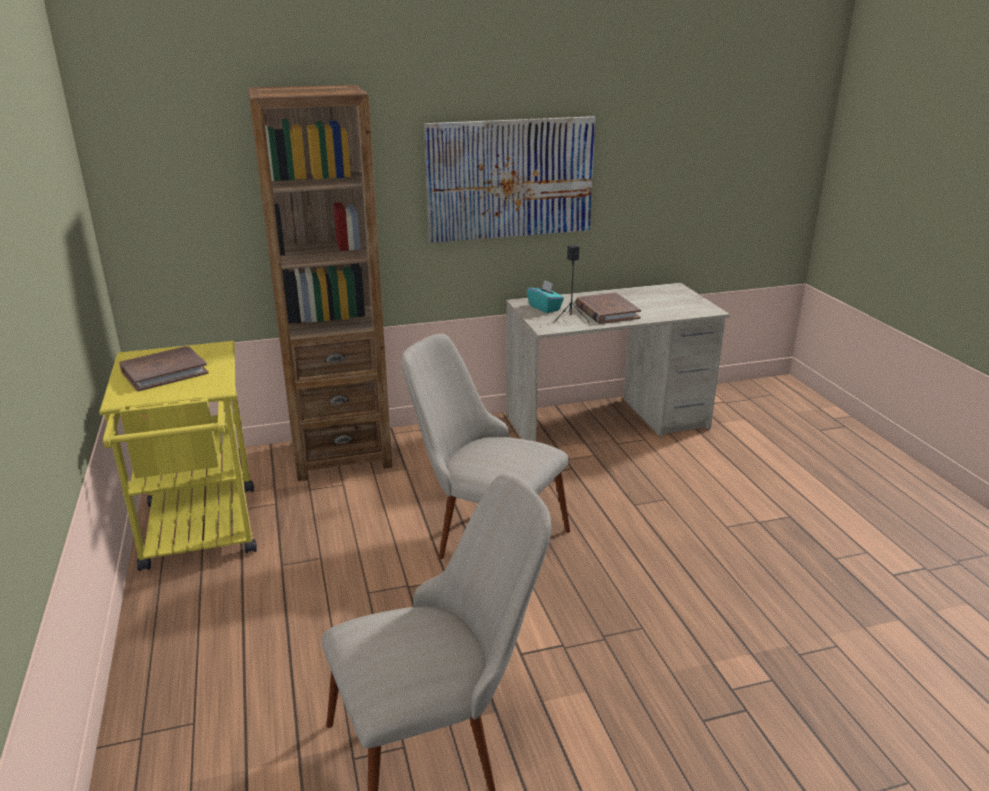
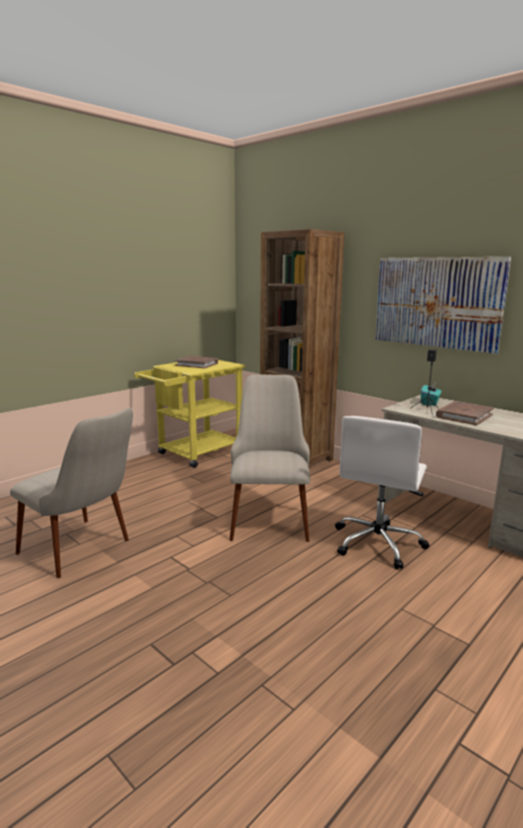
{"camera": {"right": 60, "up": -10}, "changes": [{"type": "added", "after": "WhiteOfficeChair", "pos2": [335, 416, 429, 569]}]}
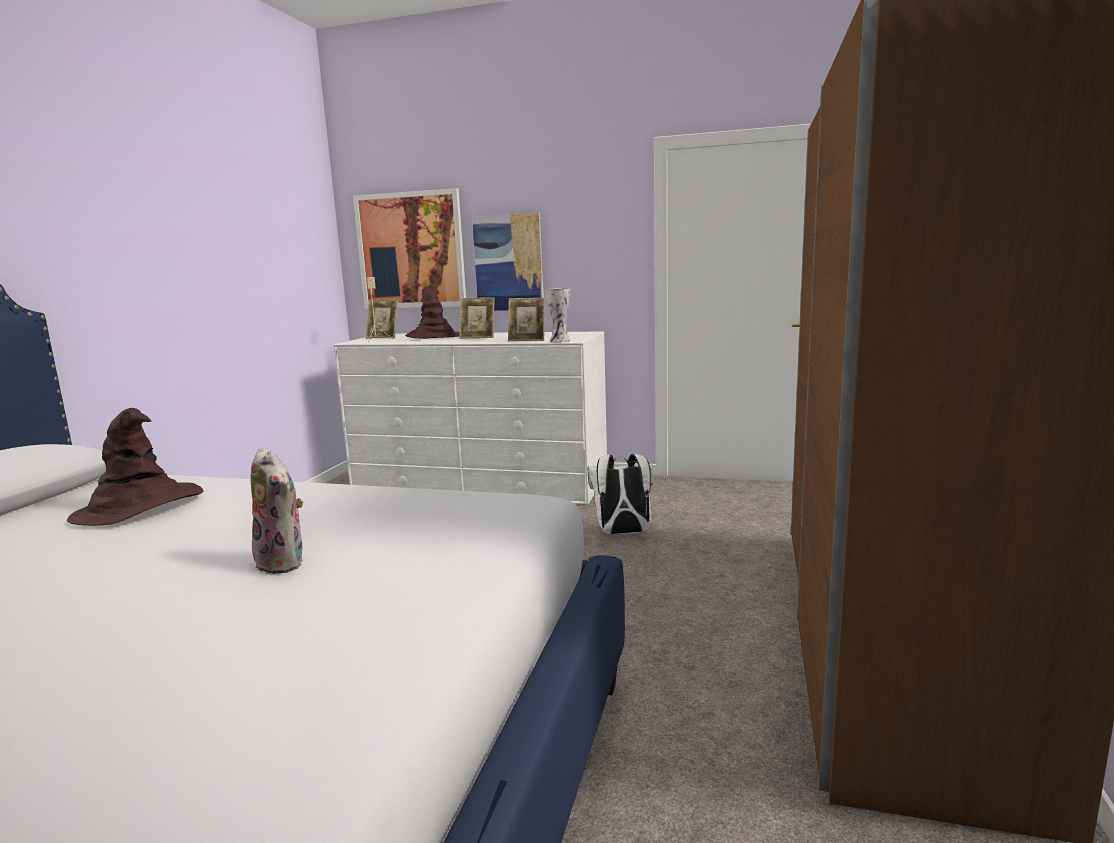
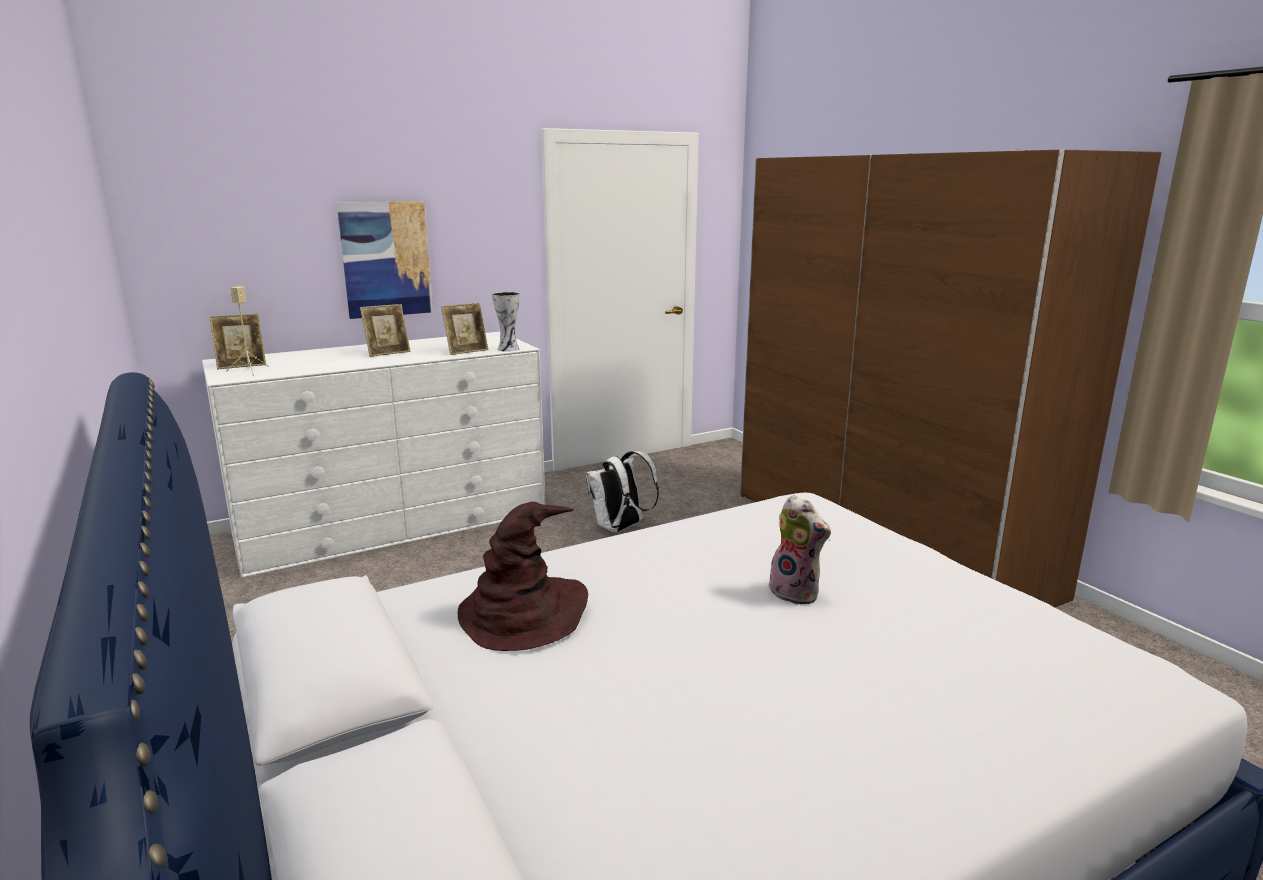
{"camera": {"right": -45, "up": 5}, "changes": [{"type": "turned", "before": "PlushToy", "pos1": [250, 447, 304, 575], "pos2": [769, 495, 831, 605], "turn": 45}, {"type": "removed", "before": "Picture", "pos1": [353, 188, 466, 309]}, {"type": "removed", "before": "BrownHat", "pos1": [405, 286, 460, 339]}]}
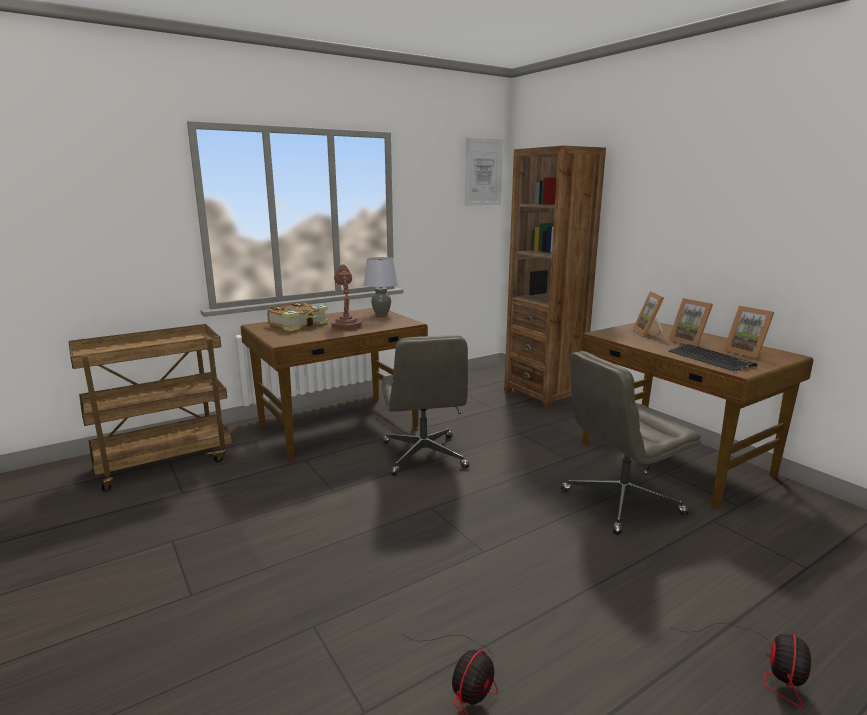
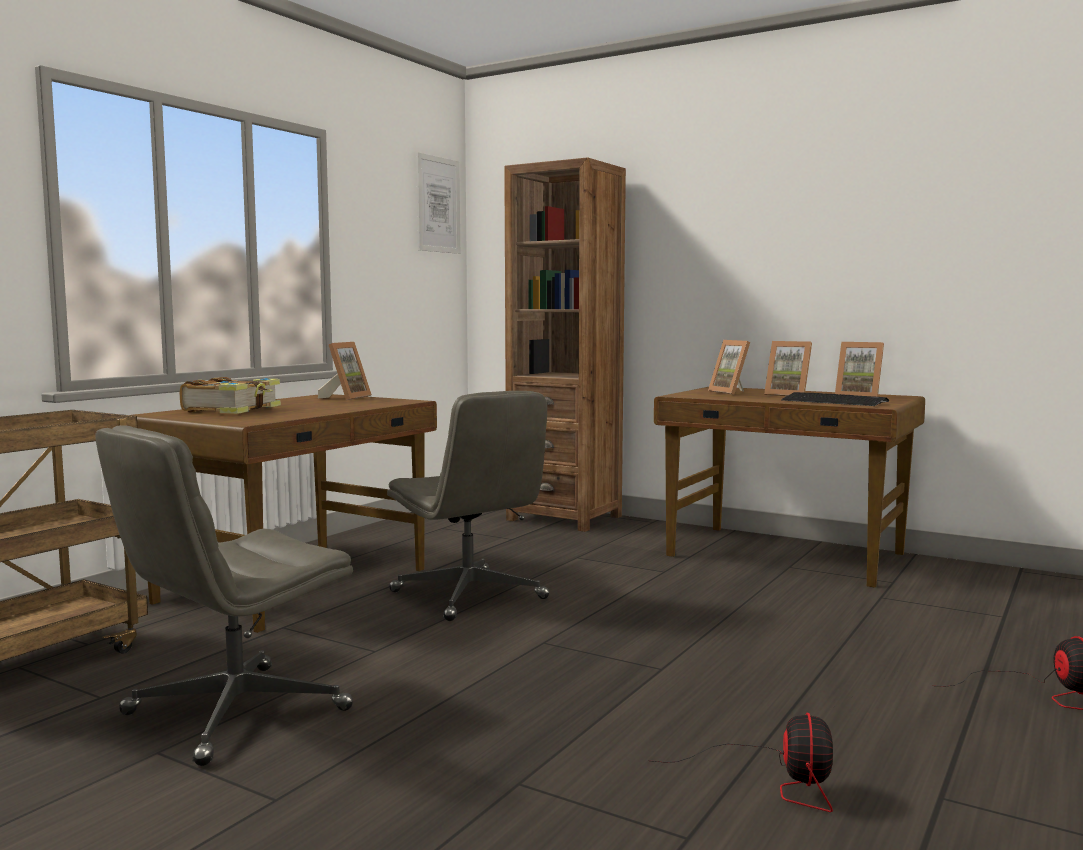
{"camera": {"right": -25, "up": -10}, "changes": [{"type": "removed", "before": "BrownTableLamp", "pos1": [330, 264, 363, 331]}, {"type": "replaced", "before": "GreyTableLamp", "after": "PictureFrame", "pos1": [364, 257, 398, 316], "pos2": [318, 342, 372, 400]}, {"type": "moved", "before": "GreyOfficeChair", "pos1": [561, 351, 701, 535], "pos2": [96, 425, 353, 766]}]}
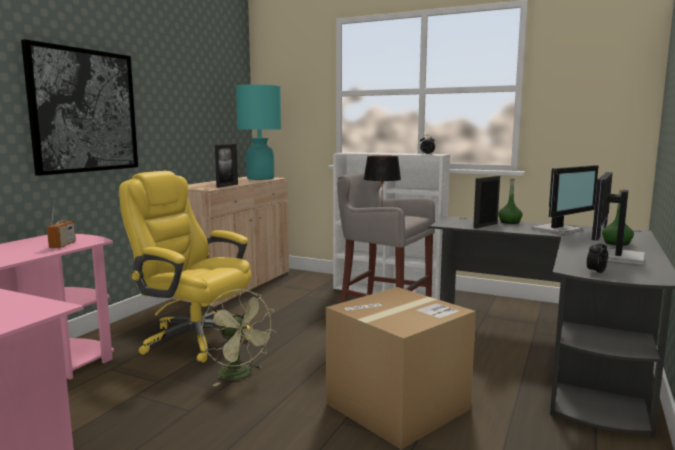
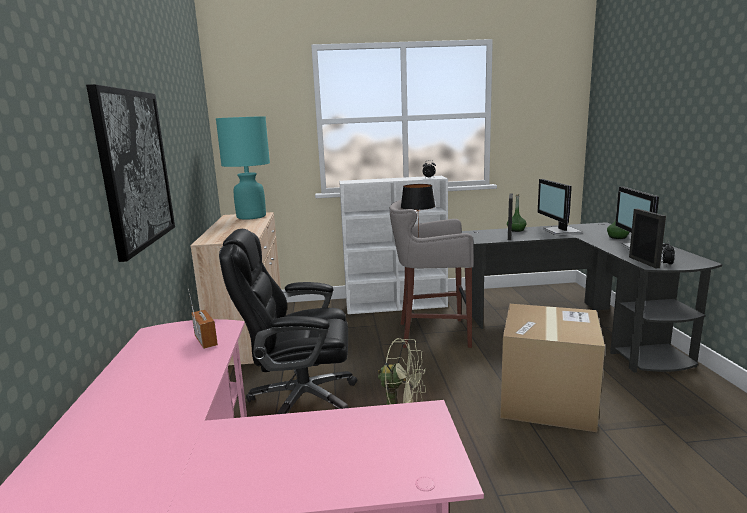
{"camera": {"right": -30, "up": 5}, "changes": [{"type": "recoloured", "before": "YellowOfficeChair", "after": "BlackOfficeChair", "pos1": [119, 171, 251, 363], "pos2": [219, 229, 357, 414]}, {"type": "moved", "before": "PictureFrame", "pos1": [215, 144, 238, 188], "pos2": [629, 209, 666, 268]}, {"type": "turned", "before": "Monitor", "pos1": [531, 165, 599, 235], "pos2": [537, 179, 583, 235], "turn": 150}]}
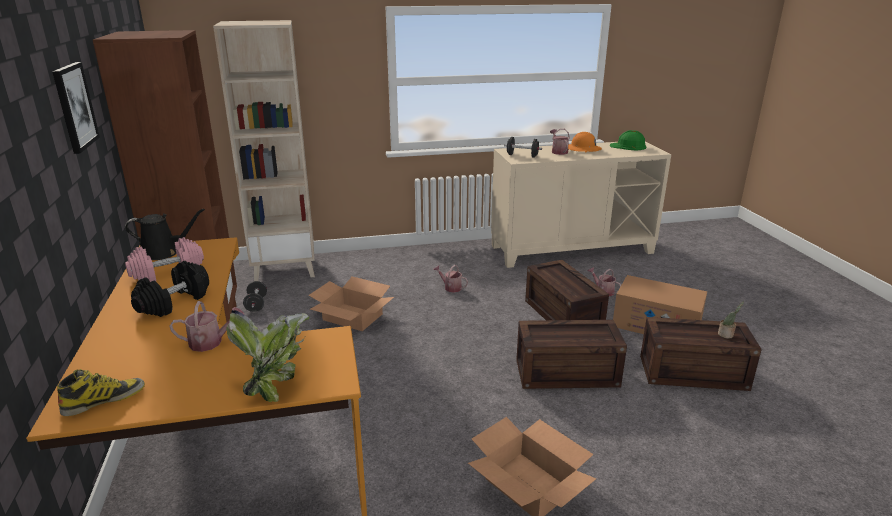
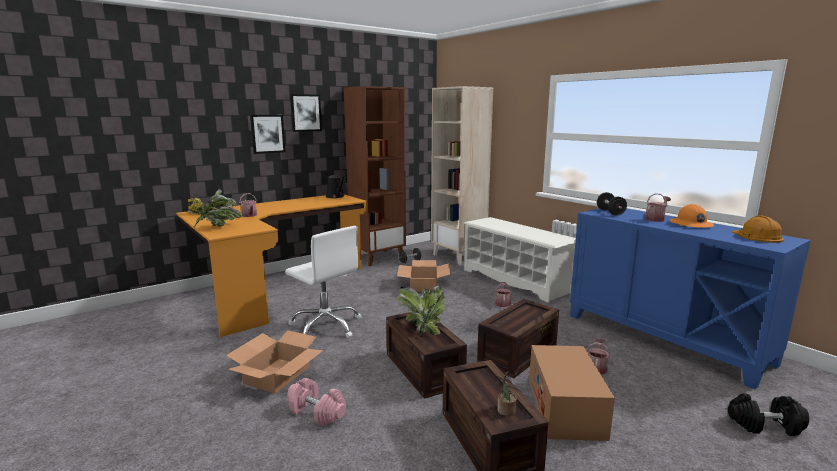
{"camera": {"right": 65, "up": -10}, "changes": [{"type": "moved", "before": "PinkDumbbell", "pos1": [125, 237, 204, 282], "pos2": [287, 378, 346, 426]}, {"type": "moved", "before": "BlackDumbbell", "pos1": [131, 261, 209, 317], "pos2": [728, 394, 809, 436]}, {"type": "recoloured", "before": "BeigeCabinet", "after": "BlueCabinet", "pos1": [491, 142, 671, 268], "pos2": [570, 208, 811, 390]}, {"type": "recoloured", "before": "GreenHardHat", "after": "OrangeHardHat", "pos1": [610, 130, 647, 150], "pos2": [732, 216, 784, 243]}, {"type": "added", "after": "Picture", "pos2": [250, 115, 286, 154]}, {"type": "added", "after": "WhiteOfficeChair", "pos2": [285, 226, 361, 338]}, {"type": "added", "after": "PottedPlant", "pos2": [397, 285, 445, 335]}, {"type": "added", "after": "WhiteShoeRack", "pos2": [464, 217, 576, 303]}]}
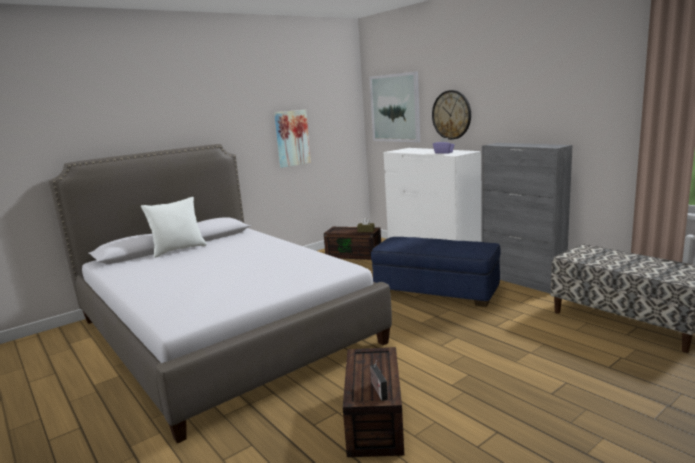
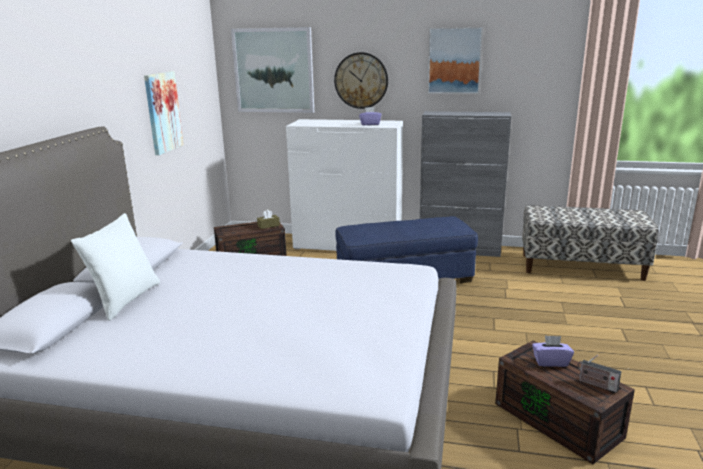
{"camera": {"right": -40, "up": 5}, "changes": [{"type": "added", "after": "Picture", "pos2": [428, 27, 483, 94]}, {"type": "added", "after": "PurpleTissueBox", "pos2": [532, 335, 574, 367]}]}
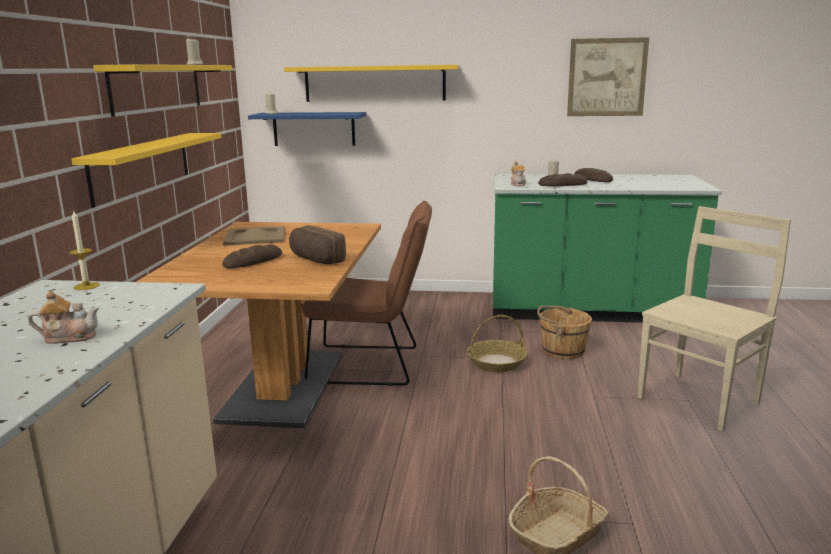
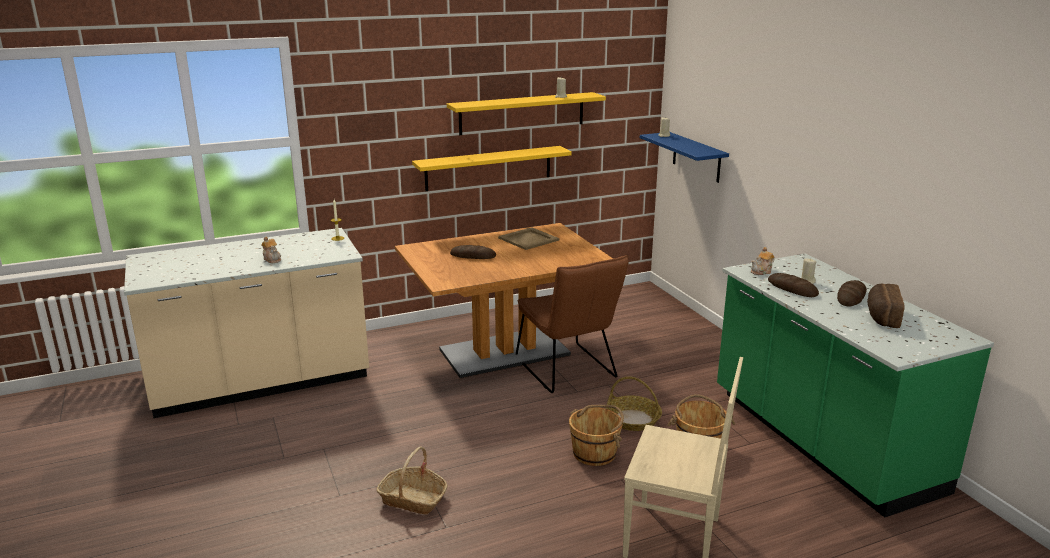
{"camera": {"right": 60, "up": 5}, "changes": [{"type": "removed", "before": "YellowShelf", "pos1": [284, 65, 459, 102]}, {"type": "moved", "before": "Bread", "pos1": [289, 225, 346, 264], "pos2": [867, 283, 905, 328]}, {"type": "removed", "before": "Picture", "pos1": [567, 37, 649, 116]}, {"type": "added", "after": "BrownBucket", "pos2": [569, 405, 624, 466]}]}
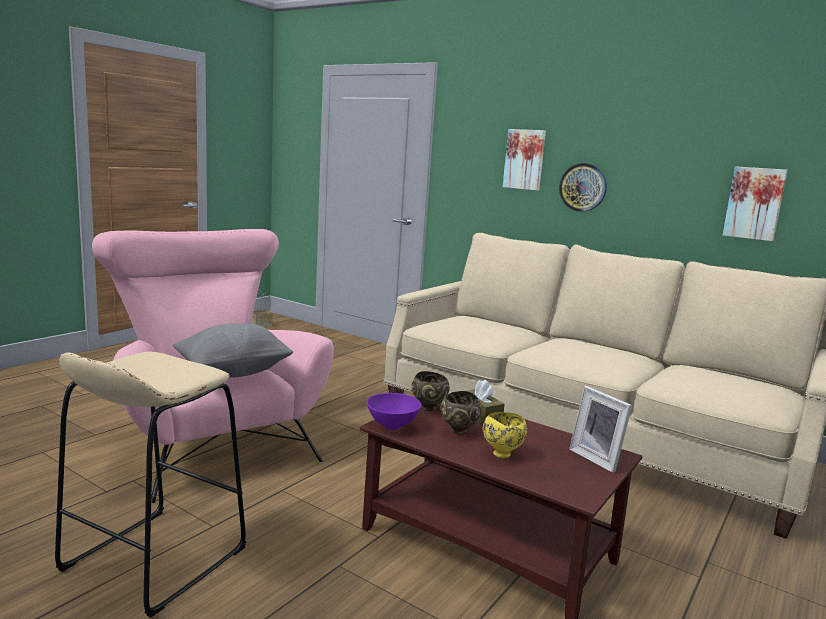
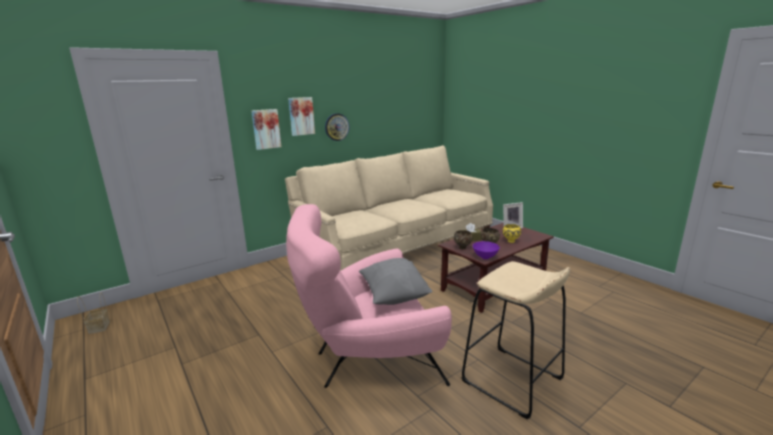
{"camera": {"right": -70, "up": 5}, "changes": [{"type": "moved", "before": "Picture", "pos1": [723, 166, 788, 241], "pos2": [251, 109, 281, 150]}]}
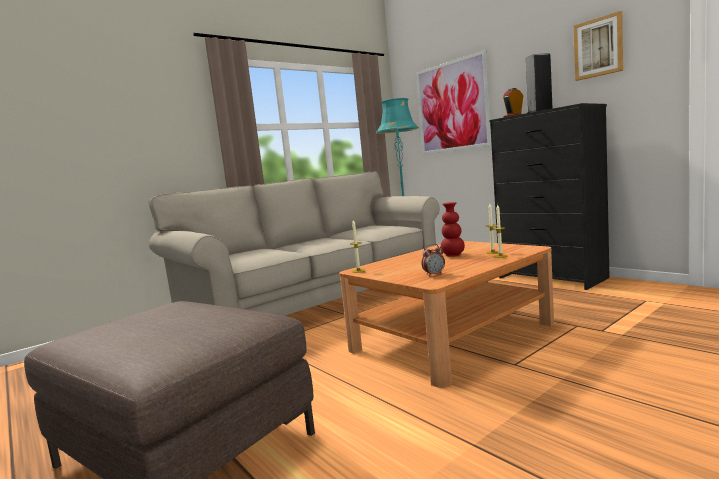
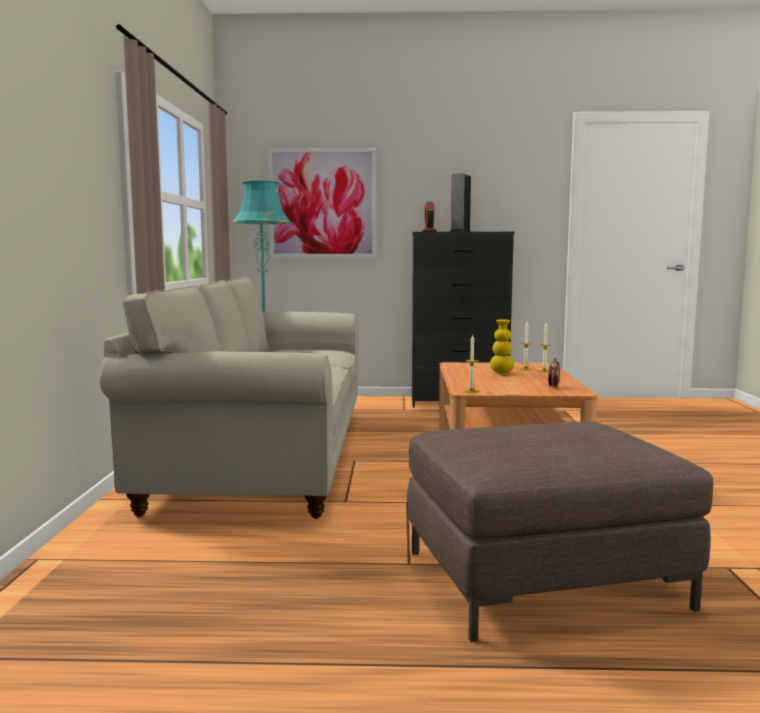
{"camera": {"right": -50, "up": 0}, "changes": [{"type": "recoloured", "before": "RedVase", "after": "YellowVase", "pos1": [441, 202, 465, 257], "pos2": [490, 319, 514, 374]}, {"type": "removed", "before": "Picture", "pos1": [574, 11, 623, 81]}]}
